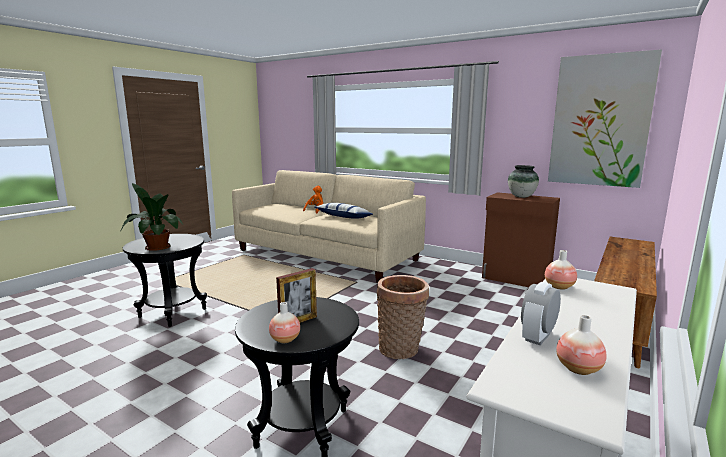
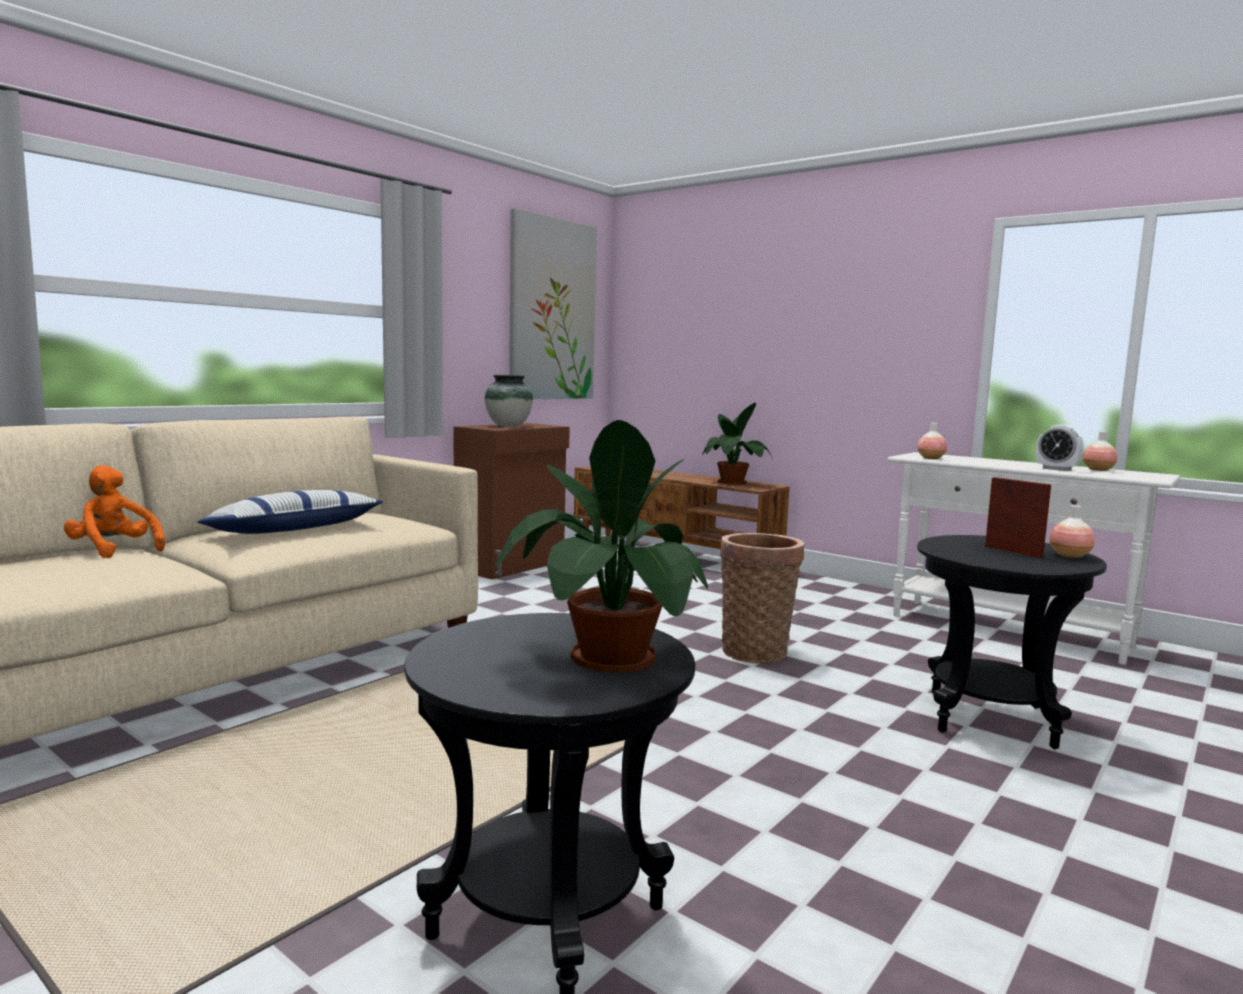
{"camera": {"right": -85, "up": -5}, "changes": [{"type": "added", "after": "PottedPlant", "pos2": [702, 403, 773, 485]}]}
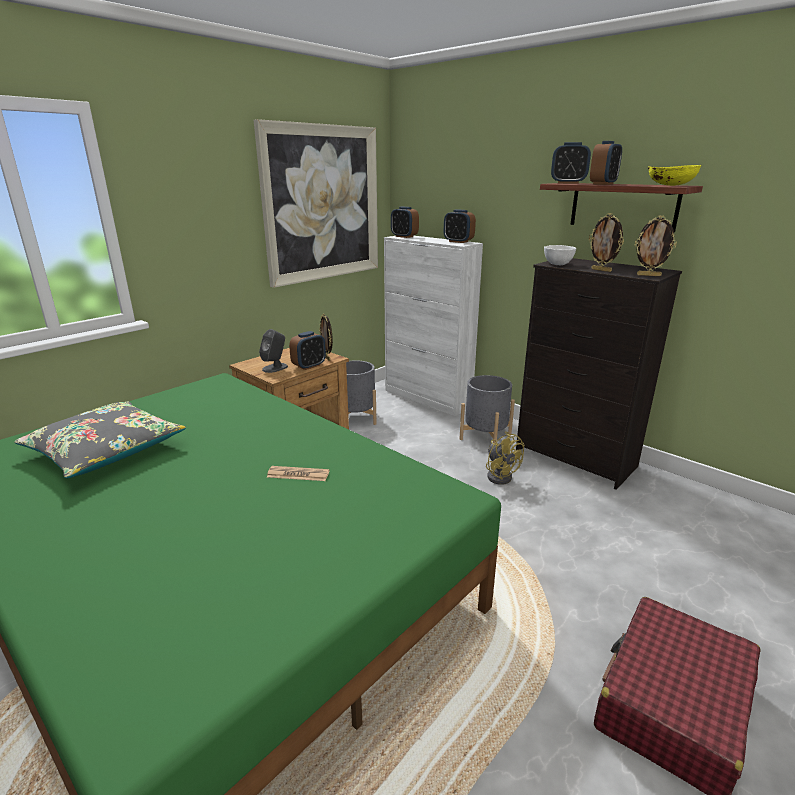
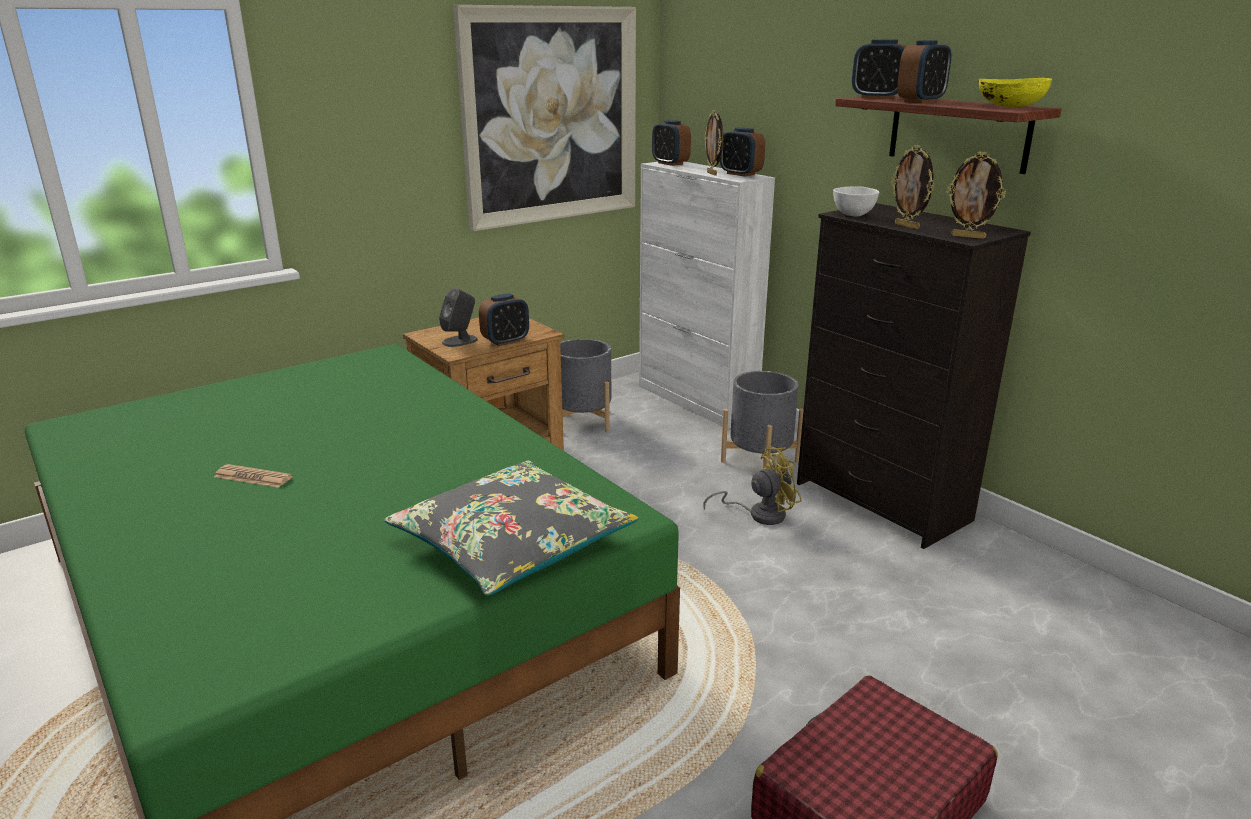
{"camera": {"right": 10, "up": 0}, "changes": [{"type": "moved", "before": "GreyPillow", "pos1": [14, 402, 186, 478], "pos2": [384, 461, 638, 596]}, {"type": "moved", "before": "Newspaper", "pos1": [267, 466, 330, 481], "pos2": [214, 464, 293, 488]}, {"type": "moved", "before": "PictureFrame", "pos1": [319, 314, 333, 361], "pos2": [704, 110, 723, 176]}, {"type": "turned", "before": "YellowFan", "pos1": [486, 431, 525, 485], "pos2": [703, 447, 802, 525], "turn": -90}]}
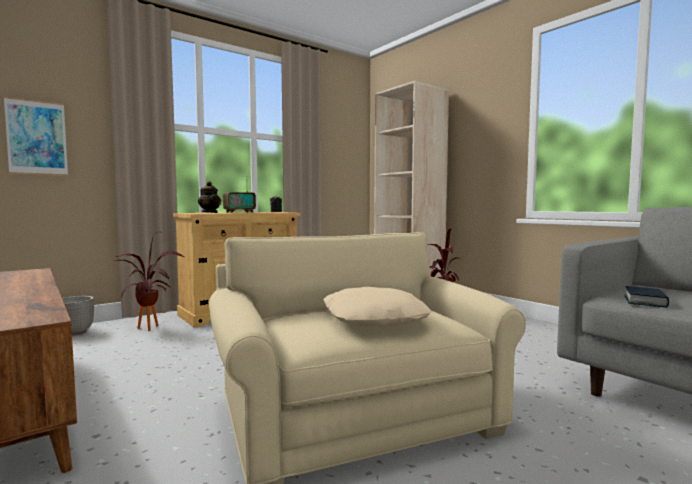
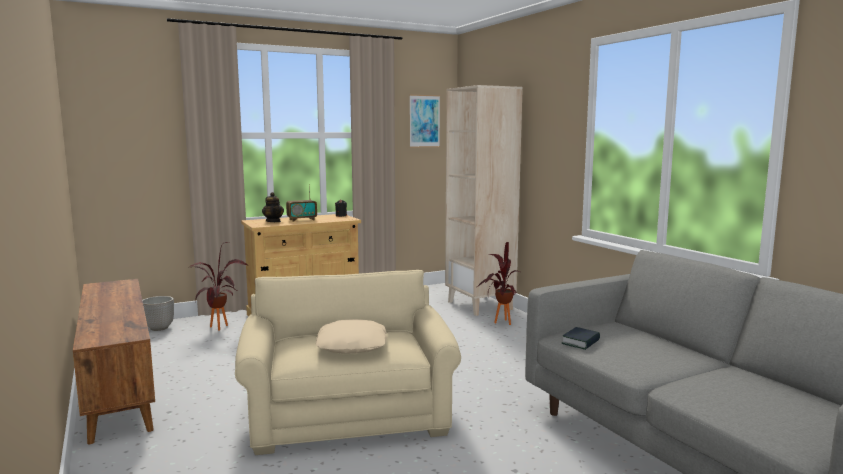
{"camera": {"right": 10, "up": 5}, "changes": [{"type": "moved", "before": "Picture", "pos1": [4, 97, 68, 176], "pos2": [409, 95, 440, 148]}]}
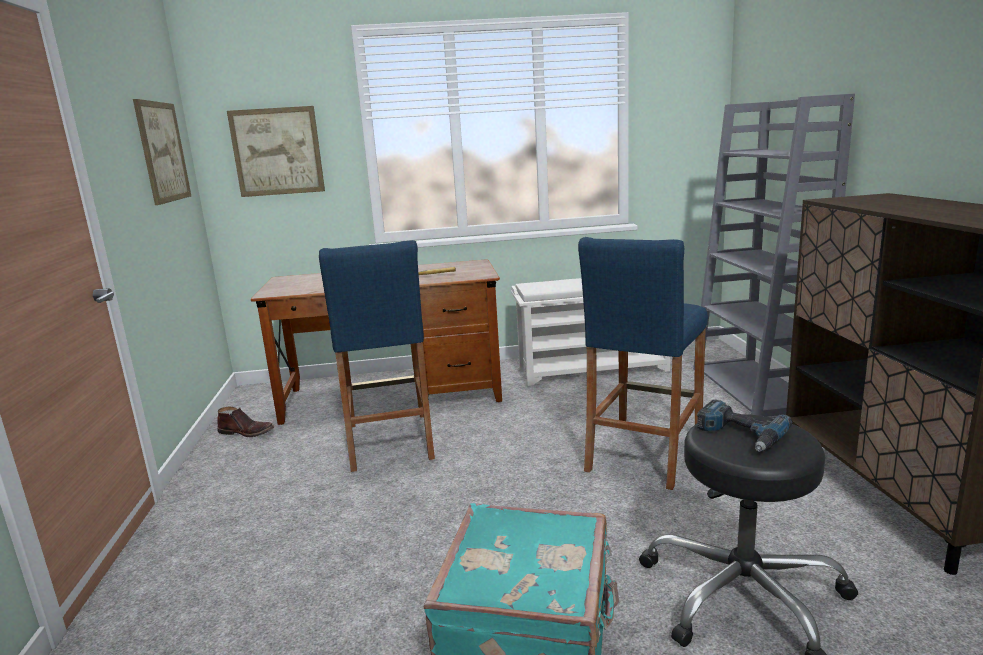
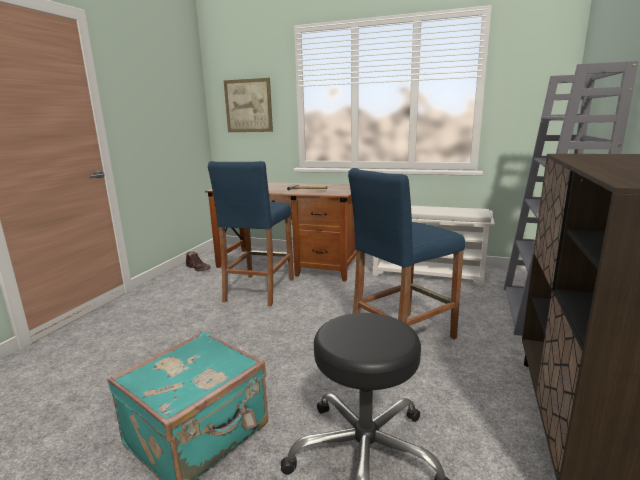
{"camera": {"right": 25, "up": 0}, "changes": [{"type": "removed", "before": "Picture", "pos1": [133, 99, 191, 205]}, {"type": "removed", "before": "PowerDrill", "pos1": [696, 400, 792, 451]}]}
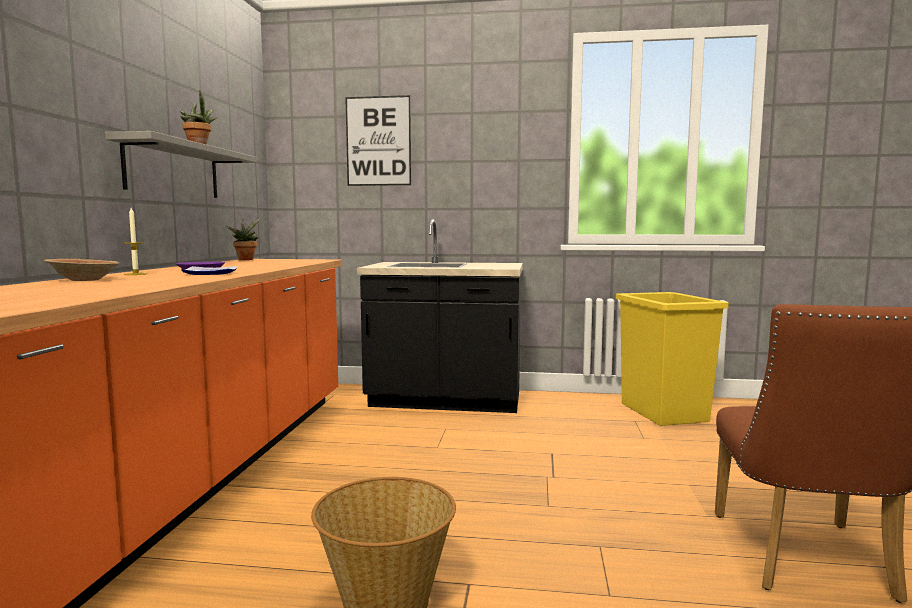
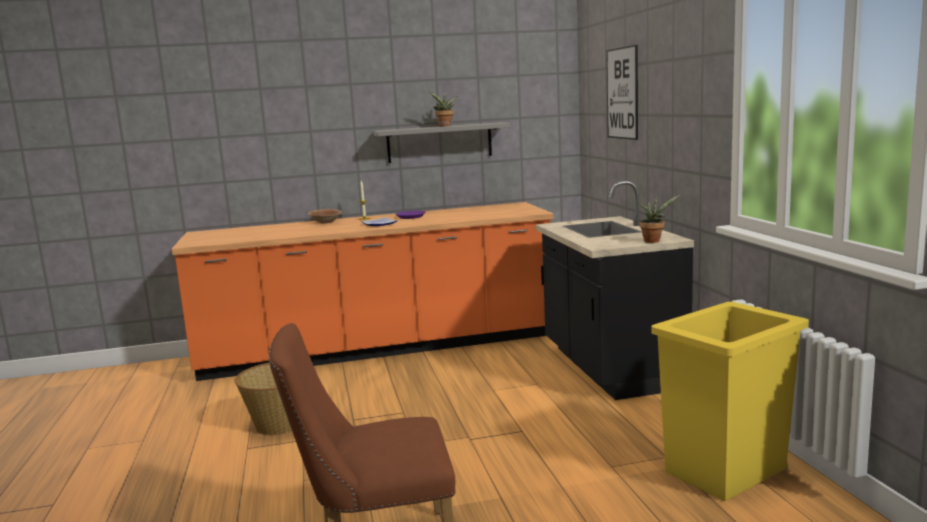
{"camera": {"right": 70, "up": 5}, "changes": [{"type": "moved", "before": "PottedPlant", "pos1": [226, 218, 260, 260], "pos2": [639, 195, 680, 243]}]}
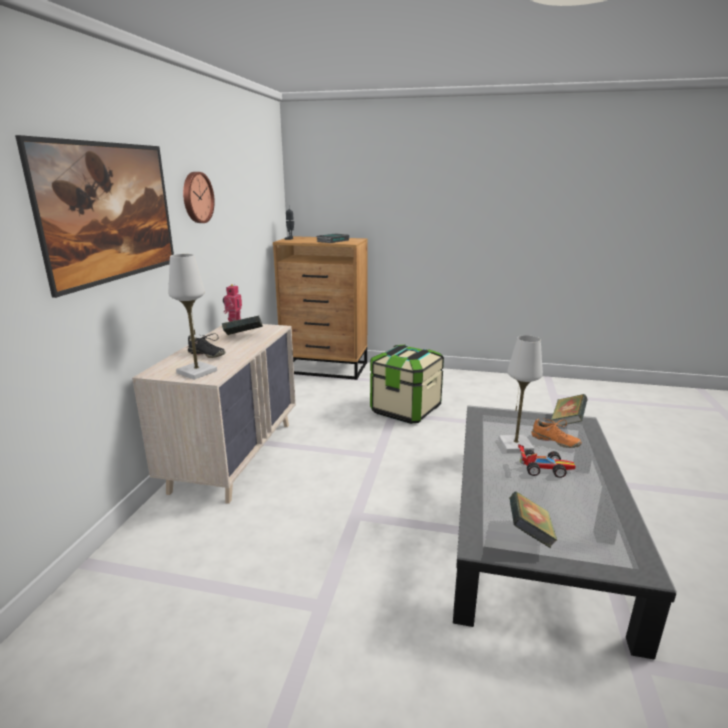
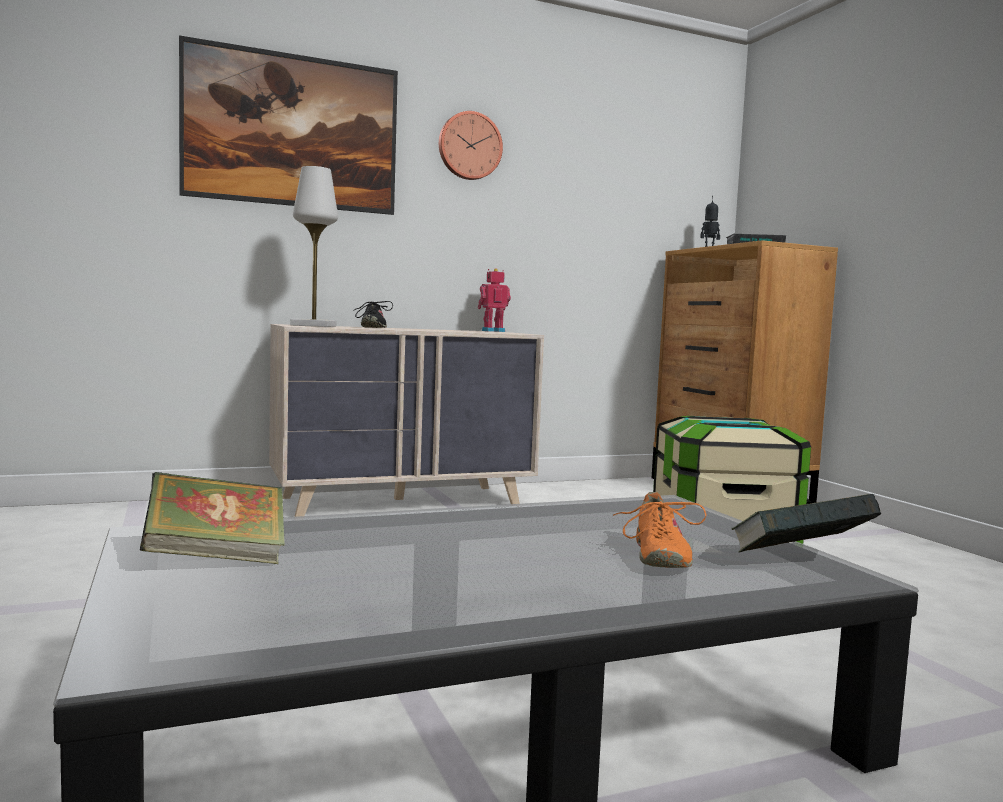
{"camera": {"right": 55, "up": -15}, "changes": [{"type": "removed", "before": "Book", "pos1": [222, 316, 263, 335]}, {"type": "removed", "before": "WhiteTableLamp", "pos1": [498, 335, 543, 453]}, {"type": "removed", "before": "ToyCar", "pos1": [518, 444, 576, 478]}]}
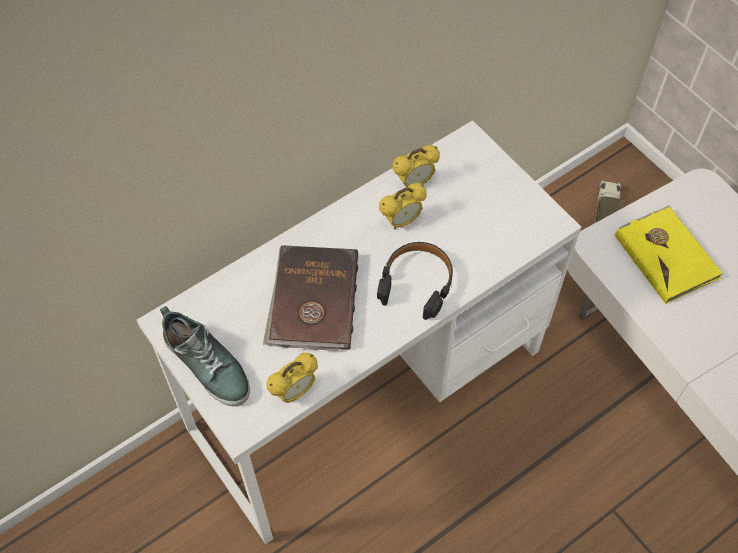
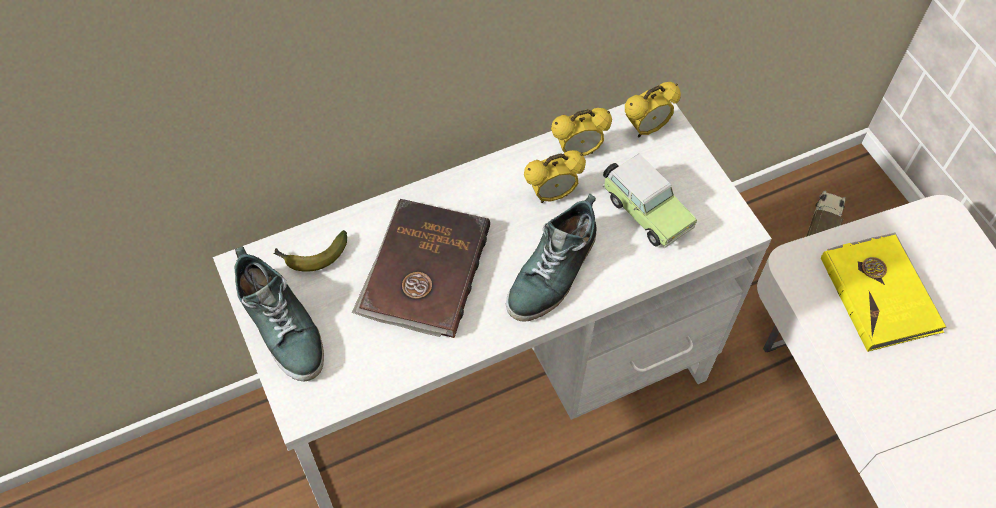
{"camera": {"right": 10, "up": 0}, "changes": [{"type": "moved", "before": "AlarmClock", "pos1": [266, 353, 318, 403], "pos2": [625, 82, 681, 138]}, {"type": "replaced", "before": "BlackHeadphones", "after": "Shoe", "pos1": [377, 242, 453, 320], "pos2": [506, 194, 596, 322]}, {"type": "added", "after": "Banana", "pos2": [274, 230, 347, 272]}, {"type": "added", "after": "ToyCar", "pos2": [602, 154, 697, 248]}]}
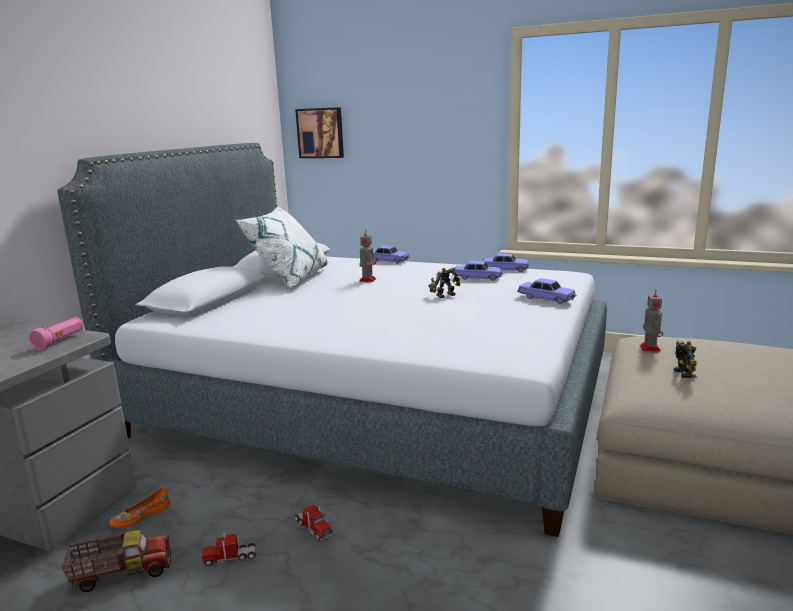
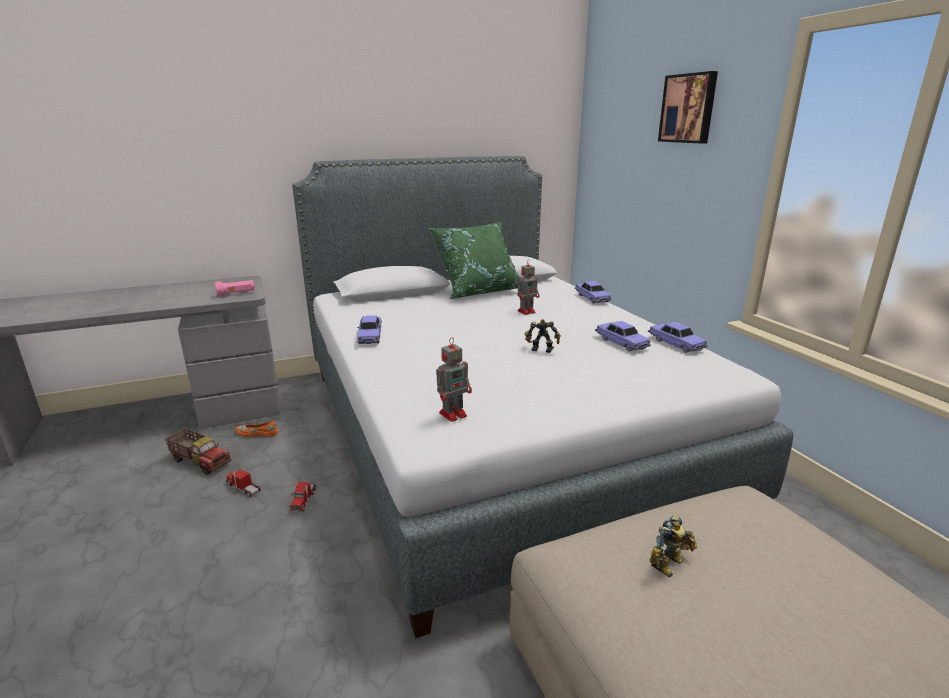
{"camera": {"right": 45, "up": 5}, "changes": [{"type": "recoloured", "before": "WhitePillow", "after": "GreenPillow", "pos1": [236, 207, 328, 287], "pos2": [429, 221, 520, 299]}, {"type": "moved", "before": "Picture", "pos1": [295, 107, 344, 158], "pos2": [658, 71, 718, 143]}, {"type": "moved", "before": "ToyCar", "pos1": [517, 278, 576, 304], "pos2": [357, 316, 382, 344]}, {"type": "moved", "before": "ToyRobot", "pos1": [640, 289, 663, 352], "pos2": [436, 337, 472, 422]}]}
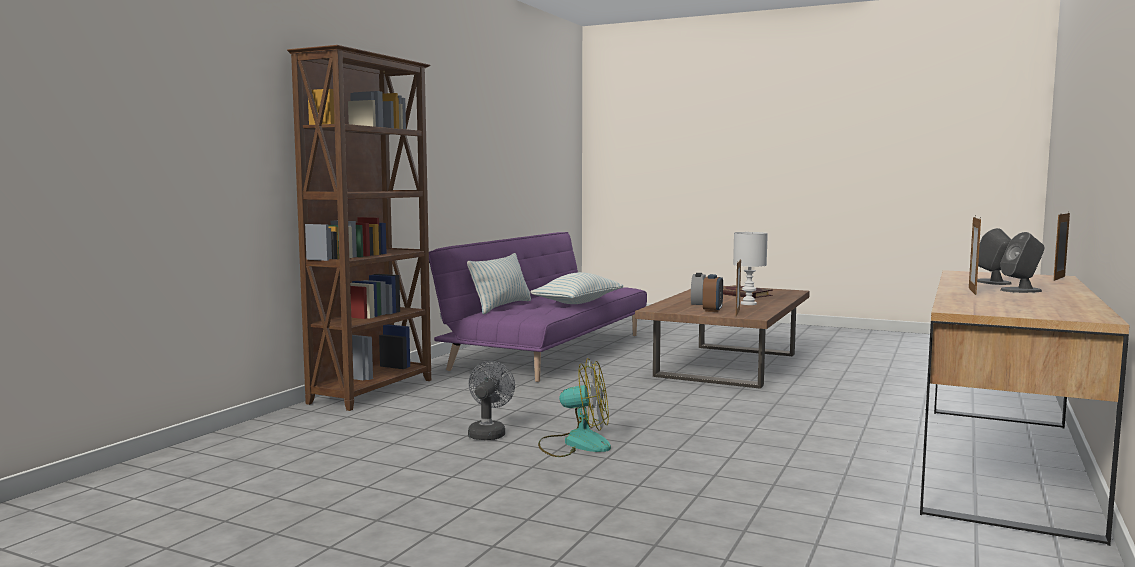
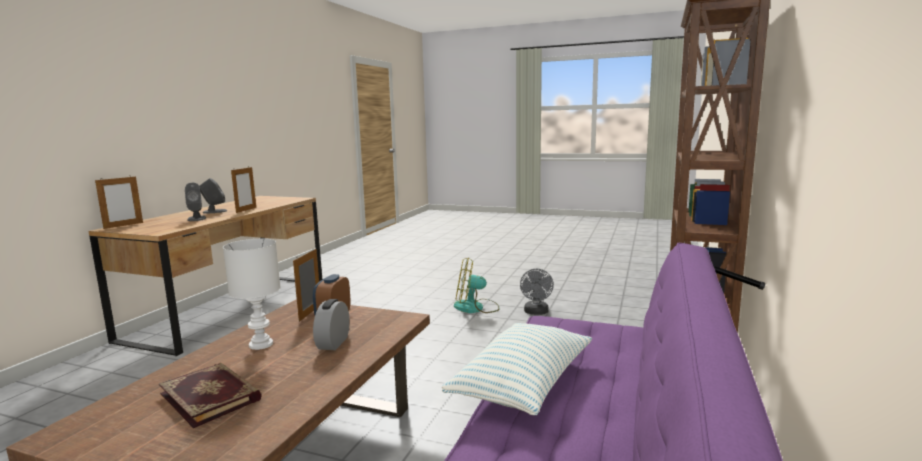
{"camera": {"right": 175, "up": 5}, "changes": [{"type": "removed", "before": "Pillow", "pos1": [467, 253, 531, 315]}]}
